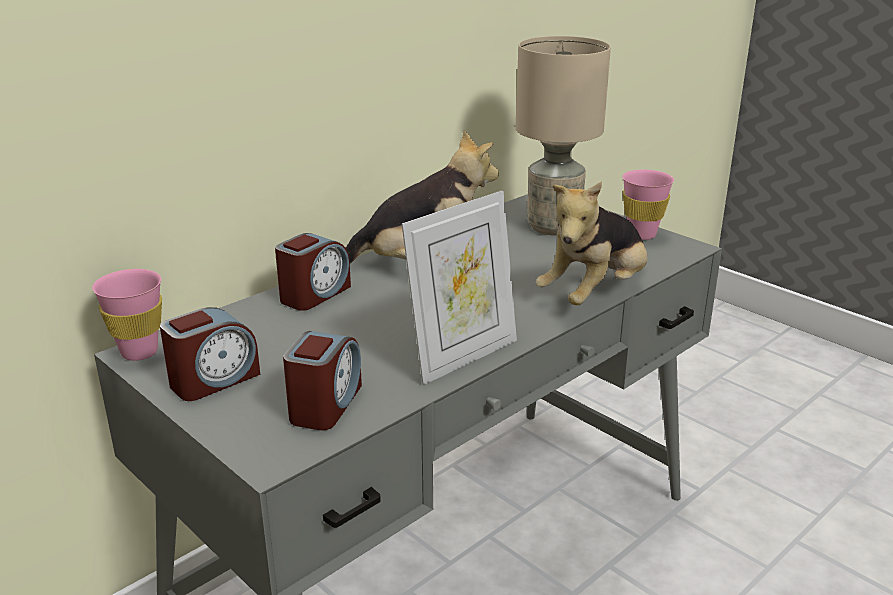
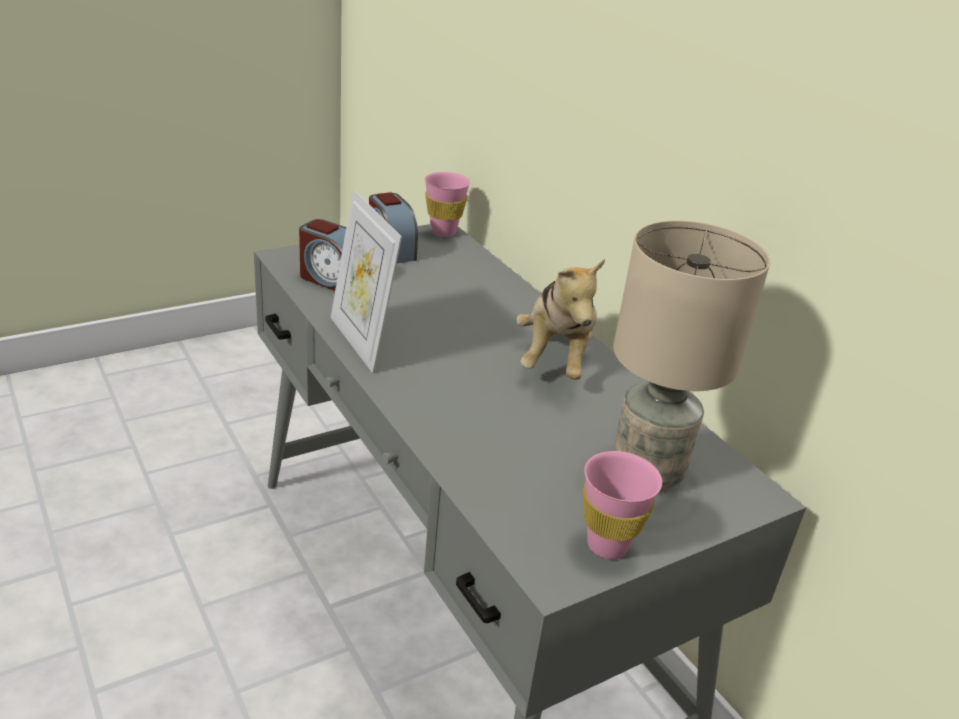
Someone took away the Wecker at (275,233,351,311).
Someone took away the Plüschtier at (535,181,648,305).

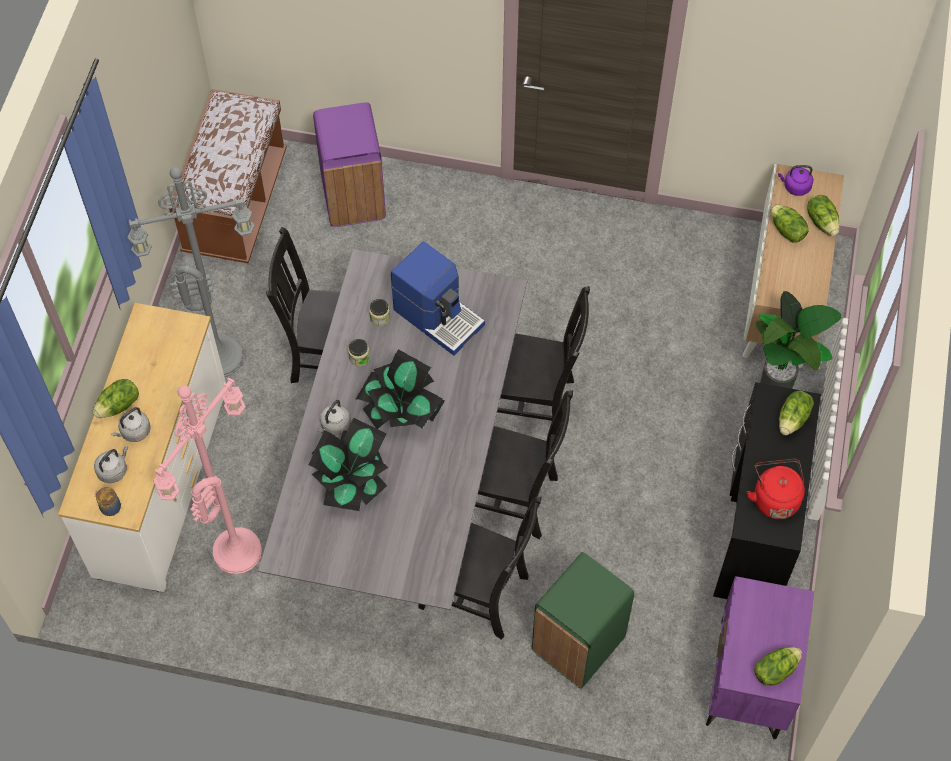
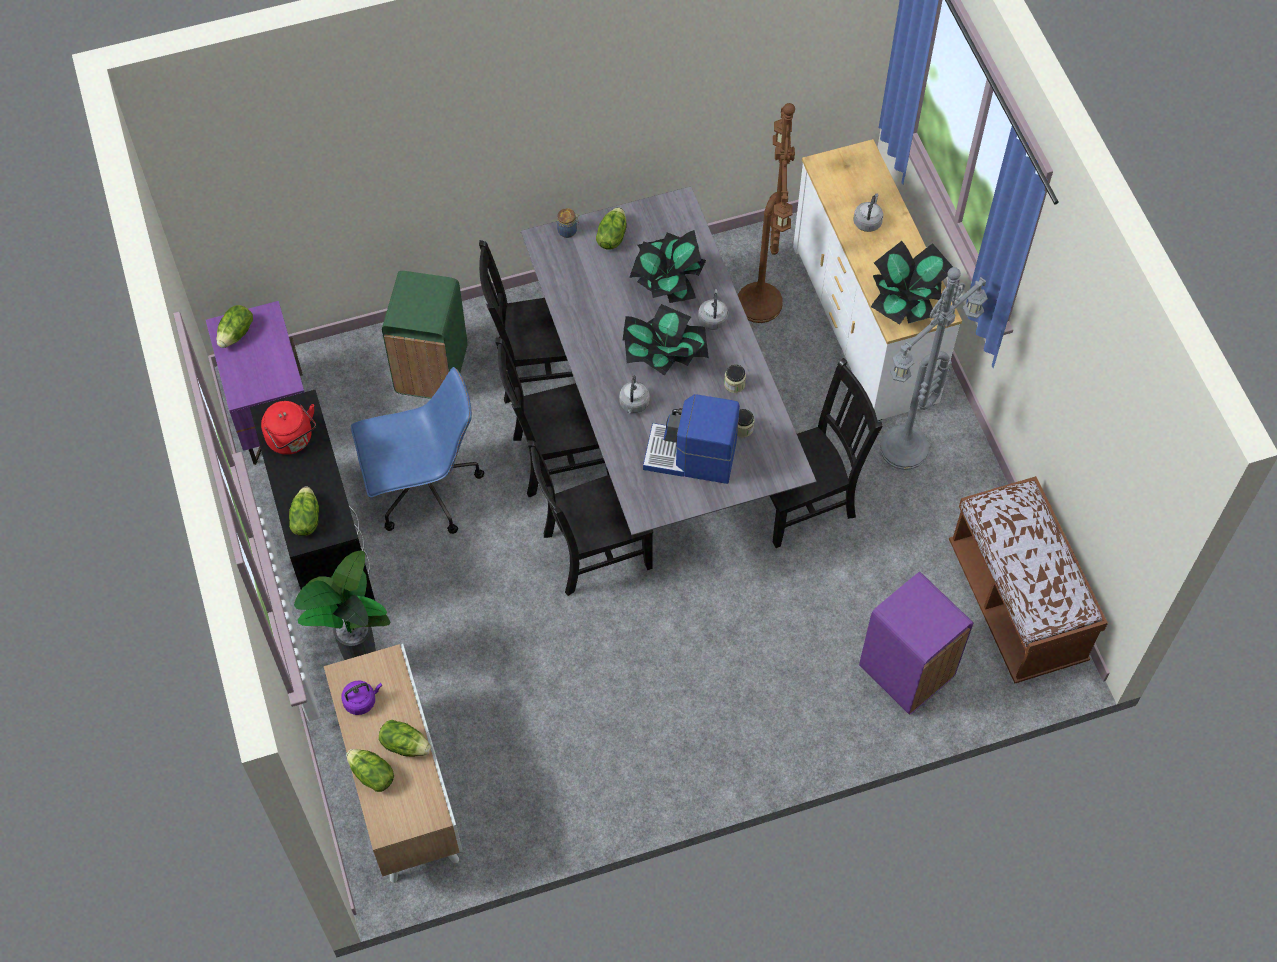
Someone carried the Wasserkessel (lila) from (778,165,813,196) to (341,681,382,715).
Someone put down the Bürostuhl (blau) at (351,367,484,534).
Someone carried the Vorratsglas from (95,487,121,516) to (557,208,579,238).
Someone carried the Salatkopf from (93,379,139,418) to (596,207,627,250).
Someone carried the Wasserkessel (grau) from (94,446,128,483) to (619,376,650,414).
Someone repainted the Stehlampe (rosa) at (153,378,262,574), which became the Stehlampe (braun) at (738,103,795,323).
Someone put down the Topfpflanze at (871,241,953,325).

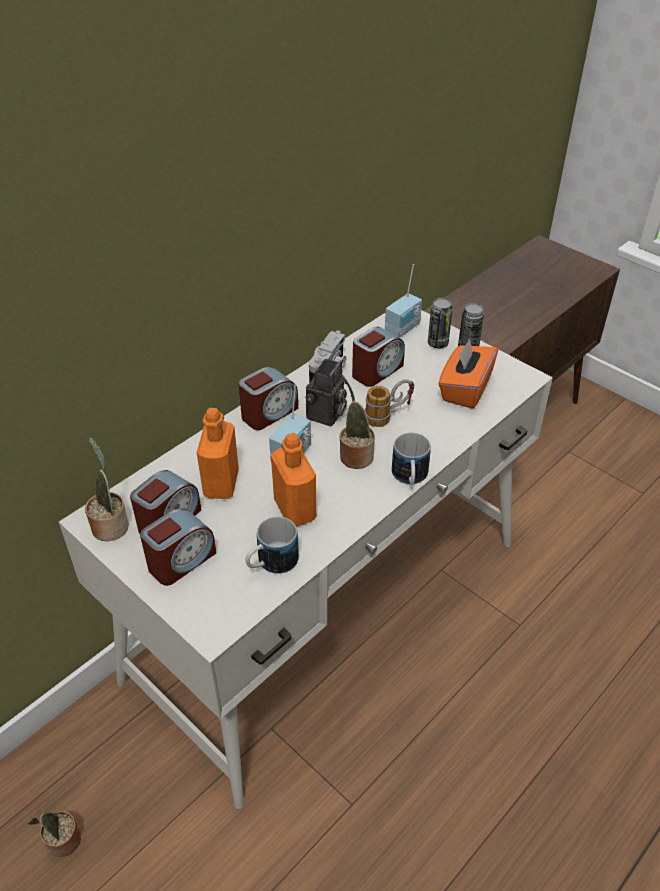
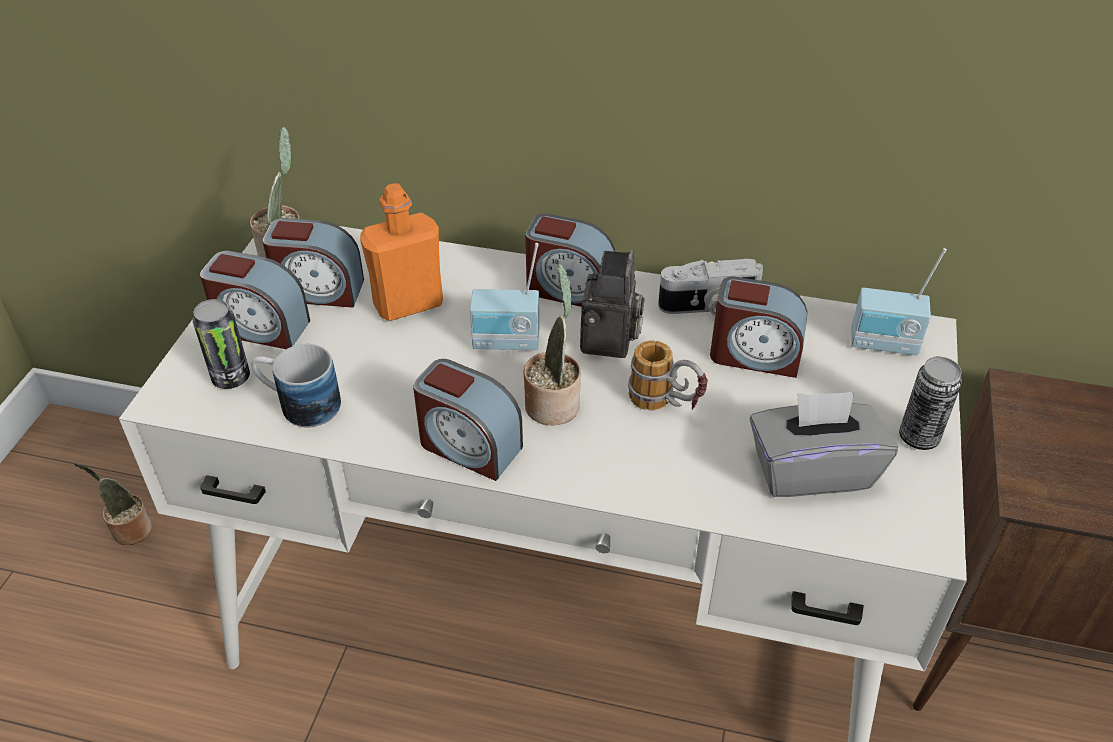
Someone carried the Dose from (428,298,453,348) to (193,299,250,389).
Someone put down the Wecker at (413,359,523,481).
Someone rotated the Kamera at (306,359,347,426) by 75 degrees counterclockwise.
Someone repainted the Taschentuchbox (orange) at (438,339,498,409), which became the Taschentuchbox (grau) at (750,392,898,497).
Someone took away the Flasche (orange) at (271,433,316,526).
Someone took away the Henkelbecher at (392,433,431,485).

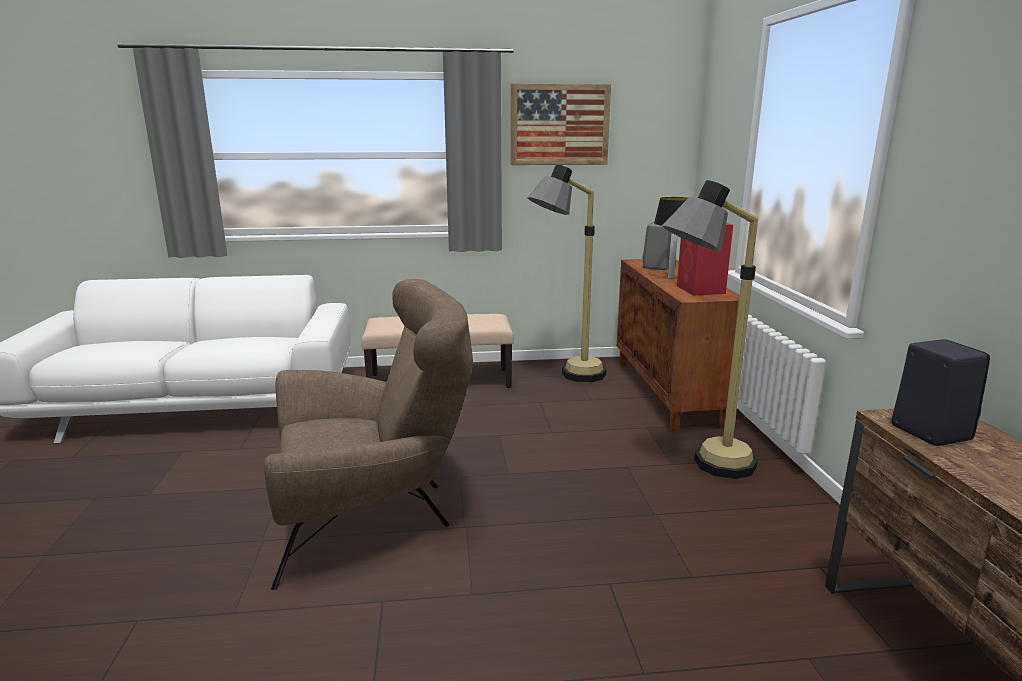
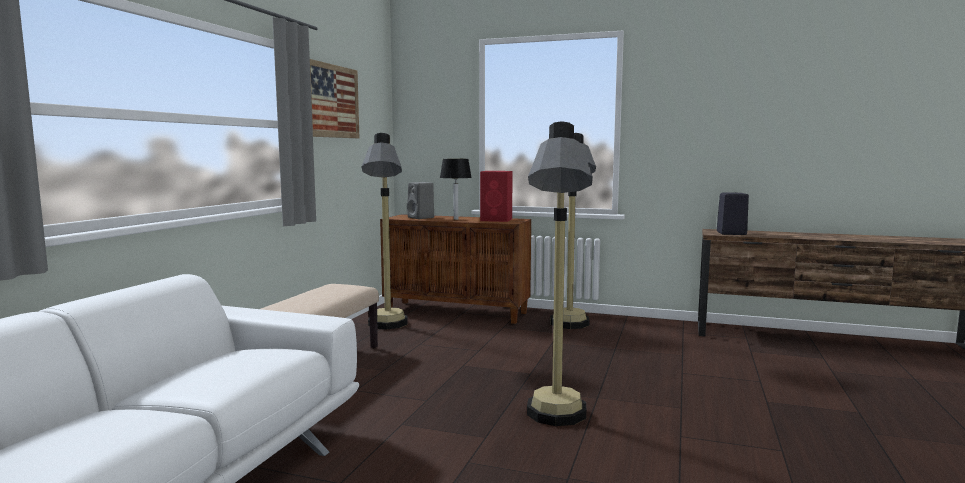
Someone swapped the Sessel (braun) at (264,279,473,590) for the Stehlampe at (527,121,593,426).

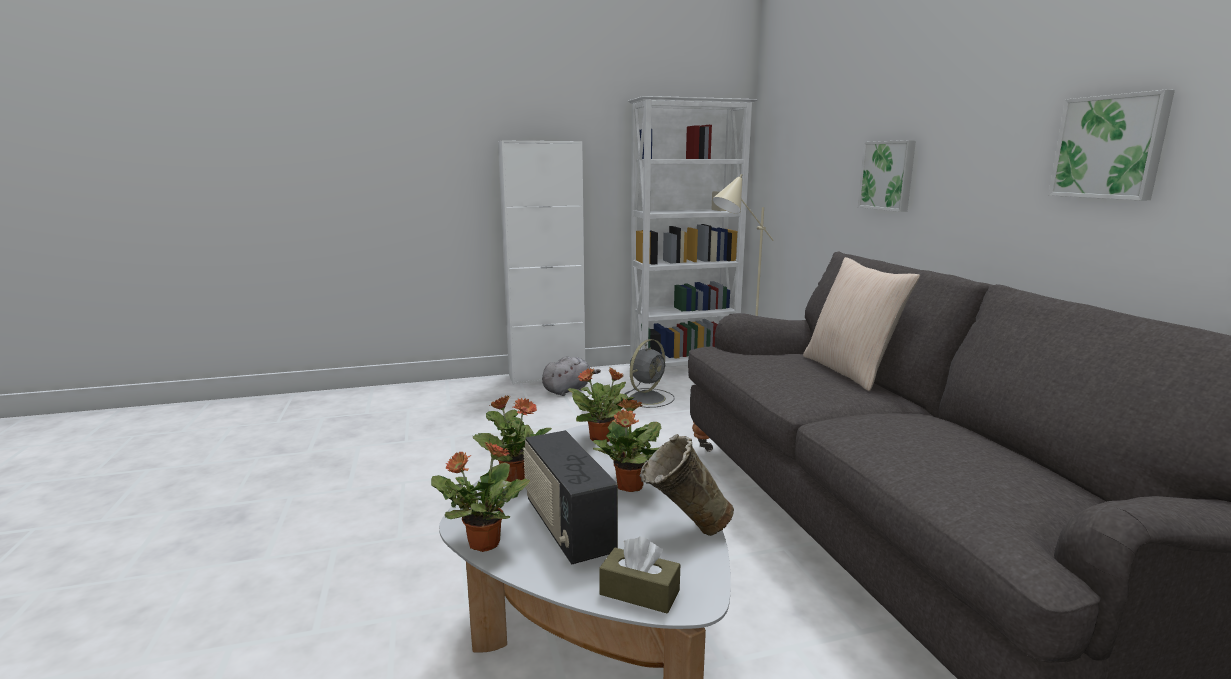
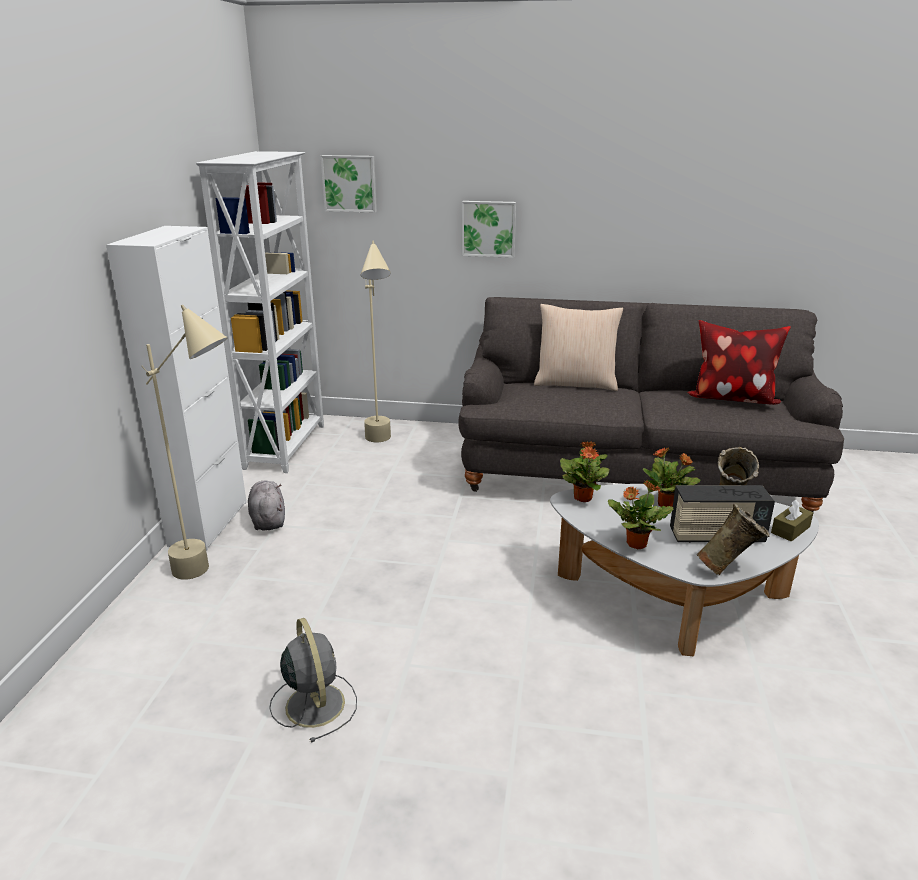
Someone put down the Stehlampe (beige) at (142,305,227,580).
Someone carried the Ventilator (grau) from (624,339,675,408) to (269,618,357,742).
Someone carried the Bild from (1048,90,1175,201) to (321,155,377,212).
Someone put down the Kissen at (687,320,791,405).
Someone swapped the Topfpflanze at (431,442,530,552) for the Vase (beige) at (697,504,770,575).

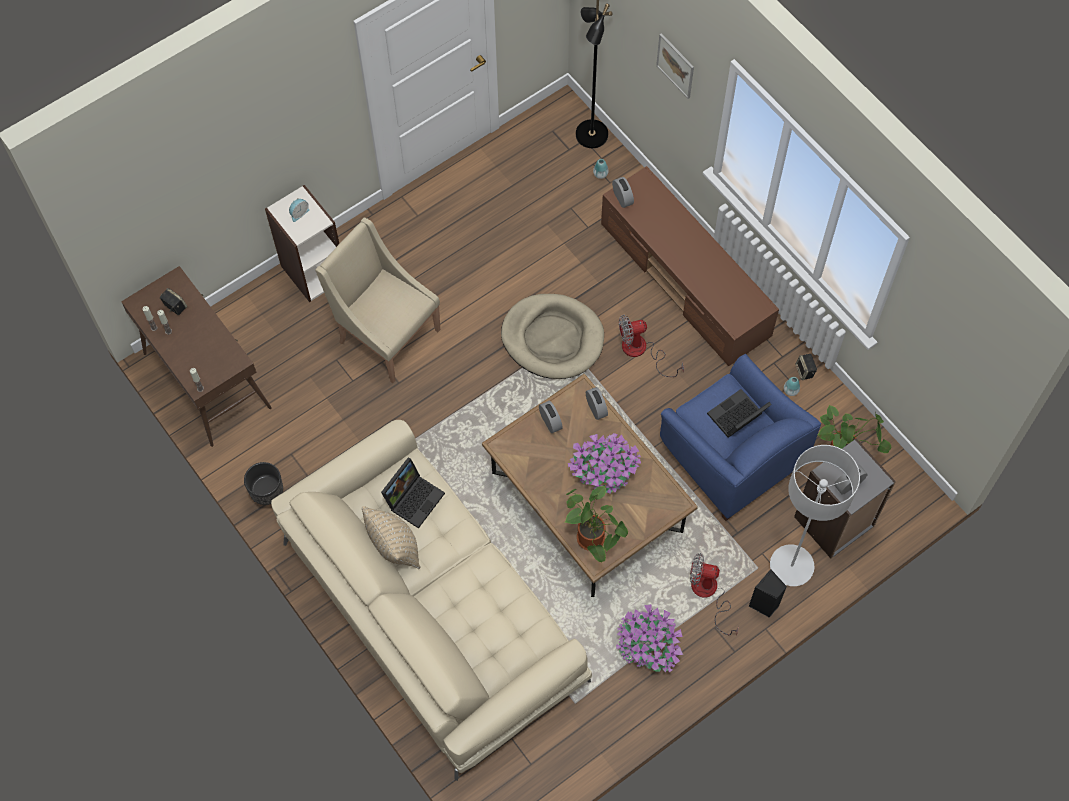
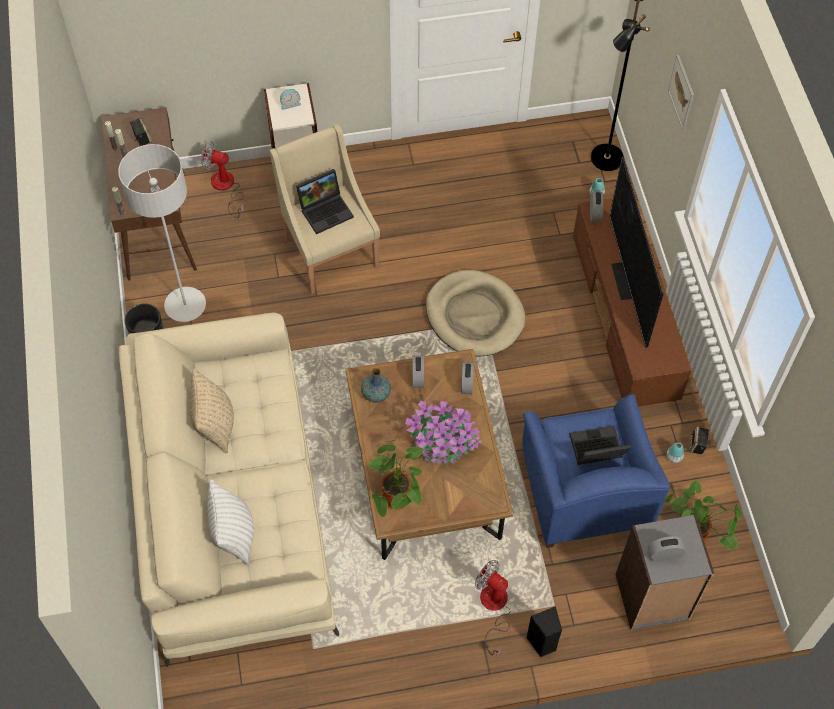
Someone carried the Stehlampe (grau) from (770,445,860,586) to (118,144,206,322).
Someone carried the Ventilator from (619,315,684,377) to (201,142,244,218).
Someone put down the Kissen (weiß) at (207,479,254,565).
Someone carried the Laptop from (381,458,445,528) to (296,169,354,234).
Someone put down the Vase at (361,368,391,403).
Someone put down the Fernseher at (609,156,664,348).
Someone took away the Topfpflanze at (616,604,683,673).

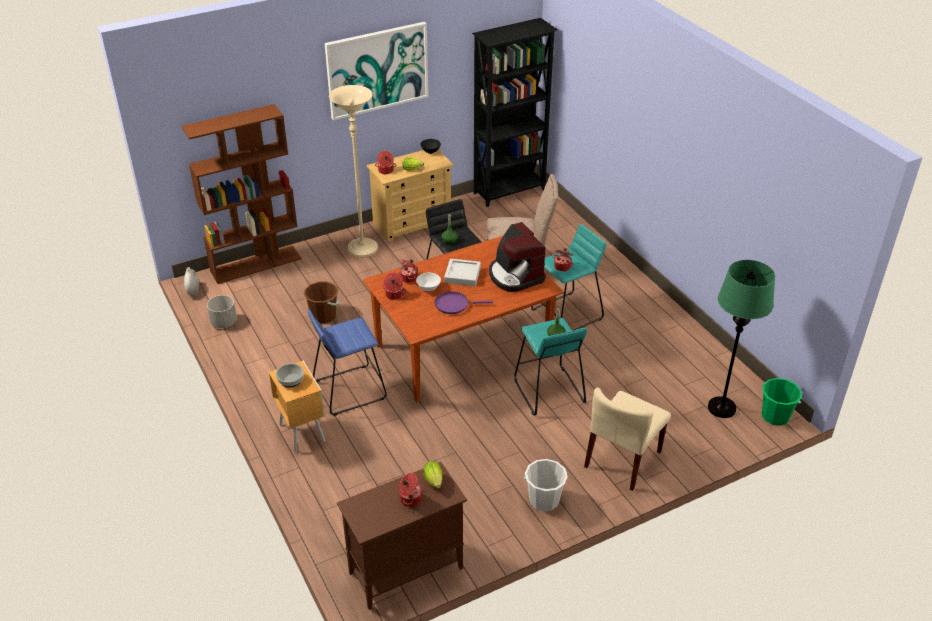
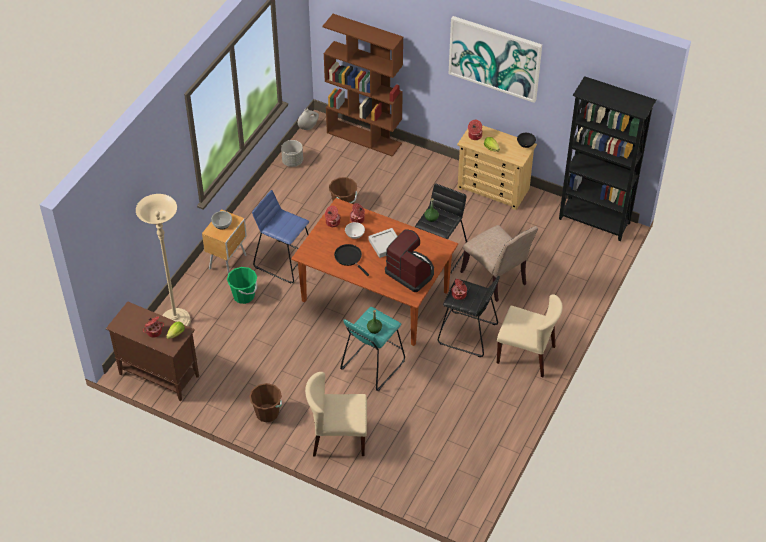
Someone carried the Stehlampe (beige) from (329,85,378,258) to (136,194,191,326).
Someone carried the Eimer (grün) from (762,378,802,426) to (227,267,257,304).
Someone repainted the Eimer (weiß) at (524,459,568,511), which became the Eimer (braun) at (249,383,282,423).
Someone repainted the Pfanne (lila) at (435,291,493,314), which became the Pfanne (schwarz) at (334,244,369,276).
Someone rotated the Kaffeemaschine at (489,222,546,292) by 105 degrees clockwise.
Someone repainted the Hocker (türkis) at (531,224,606,331), which became the Hocker (schwarz) at (438,276,500,357).
Someone put down the Stuhl (beige) at (497,294,563,377).
Someone took away the Stehlampe (grün) at (708,260,775,418).

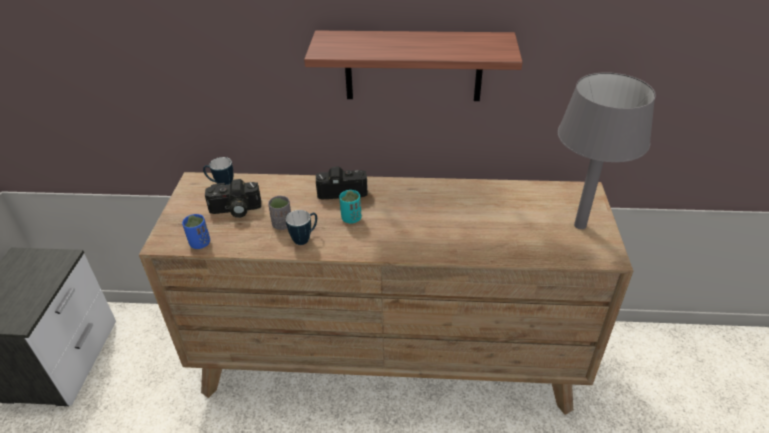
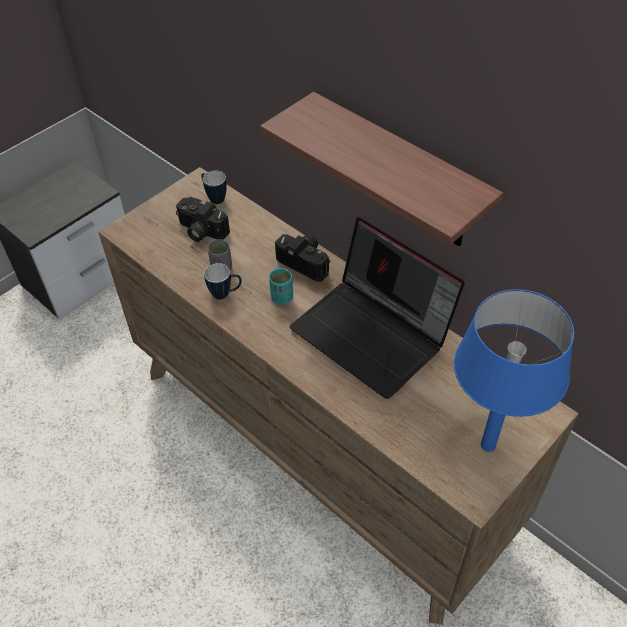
Someone put down the Laptop at (289,217,465,399).
Someone repainted the Tischlampe (grau) at (558,72,656,229), which became the Tischlampe (blau) at (454,289,574,452).
Someone took away the Tasse (blau) at (182,214,210,249).

